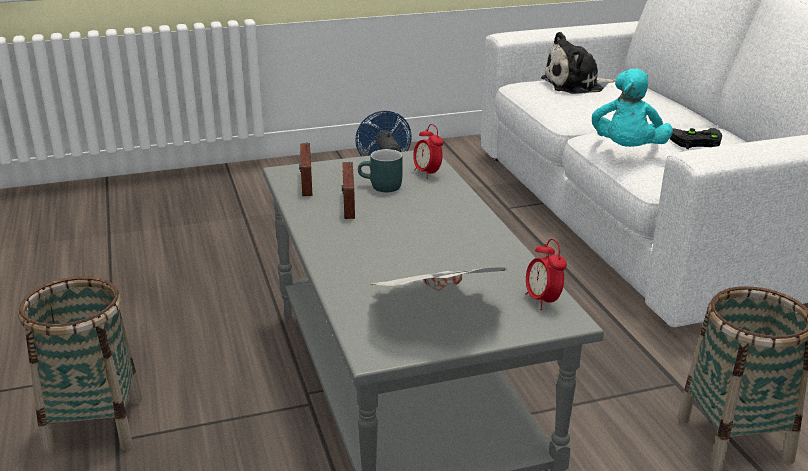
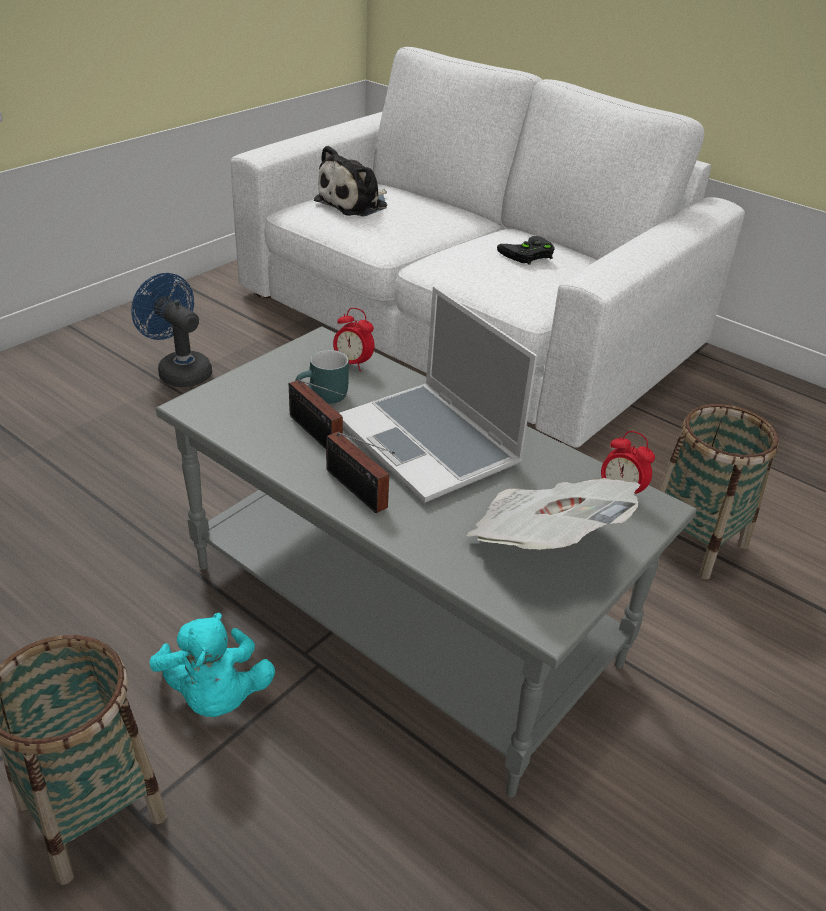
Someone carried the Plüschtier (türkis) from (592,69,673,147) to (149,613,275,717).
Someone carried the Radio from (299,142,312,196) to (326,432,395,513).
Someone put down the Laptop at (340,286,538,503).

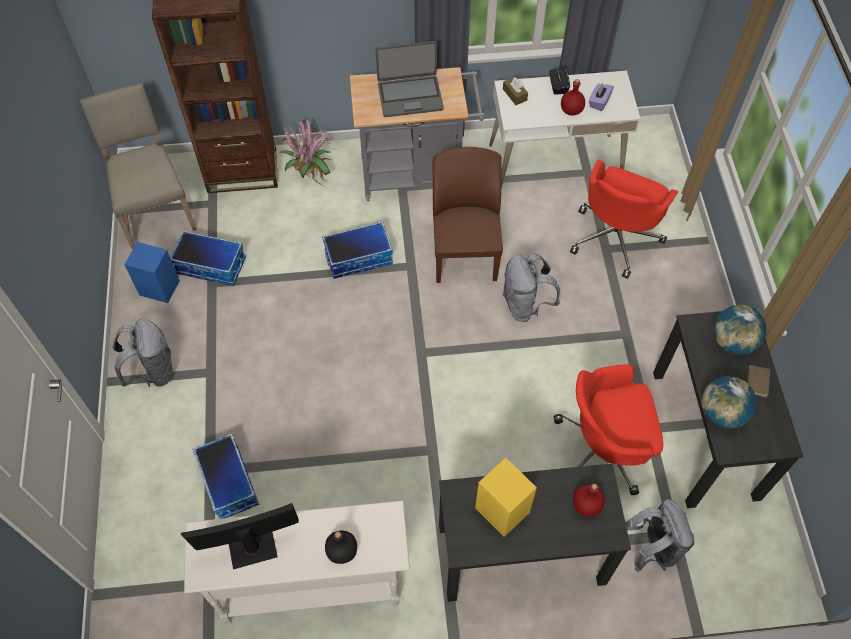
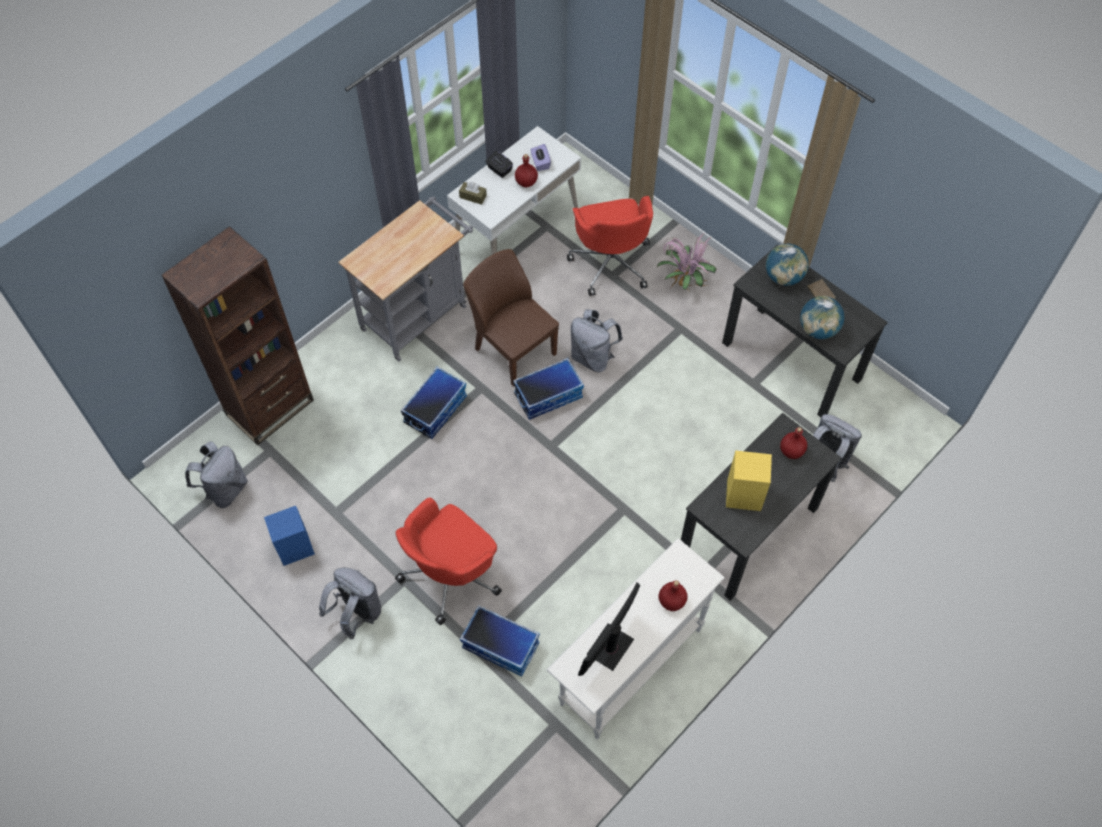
Someone swapped the Stuhl (beige) at (80,83,197,249) for the Rucksack (grau) at (185,442,248,508).
Someone carried the Bürostuhl (rot) from (553,364,663,495) to (395,497,502,625).
Someone carried the Aufbewahrungsbox from (170,230,246,286) to (513,358,584,420).
Someone carried the Topfpflanze from (281,119,333,186) to (657,233,717,291).
Someone repainted the Flasche (schwarz) at (325,531,357,564), which became the Flasche (rot) at (659,580,688,611).
Someone took away the Laptop at (376,41,444,117).

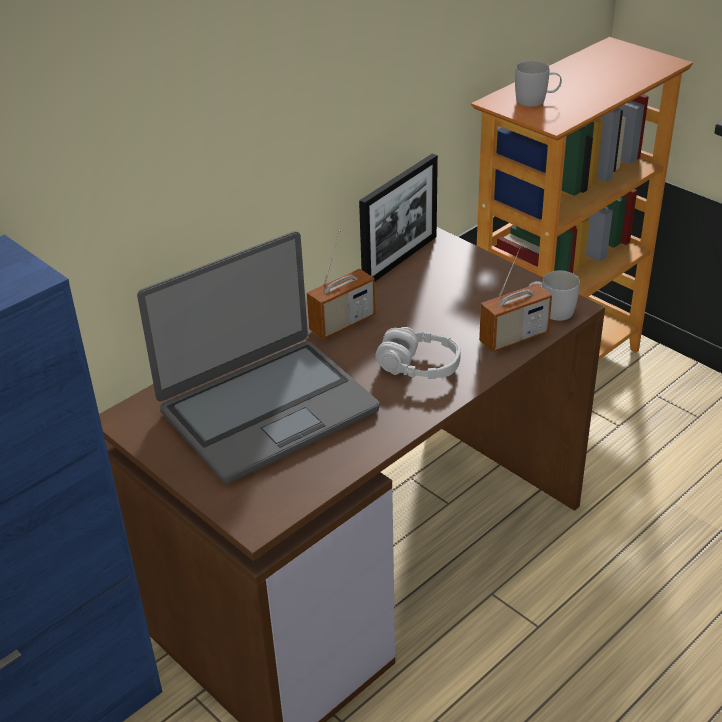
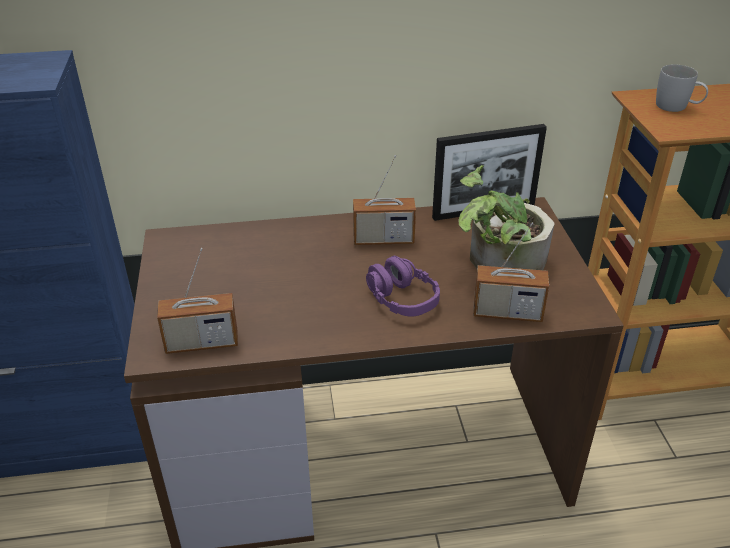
Someone put down the Radio at (157,248,238,354).
Someone repainted the Kopfhörer (grau) at (375,327,461,379), which became the Kopfhörer (lila) at (366,256,440,317).
Someone put down the Topfpflanze at (458,165,555,270).
Someone took away the Laptop at (137,231,379,483).
Someone took away the Henkelbecher (weiß) at (528,270,580,321).

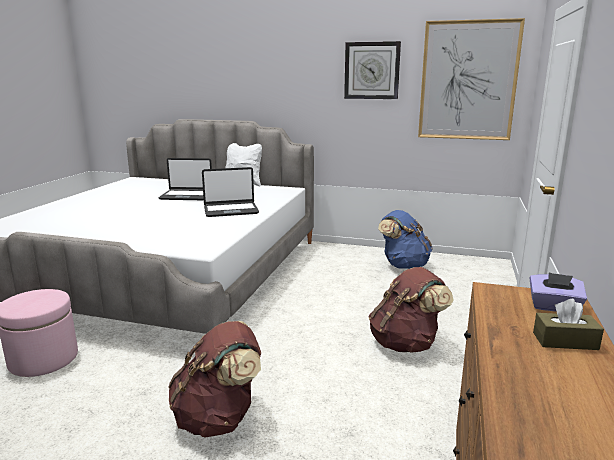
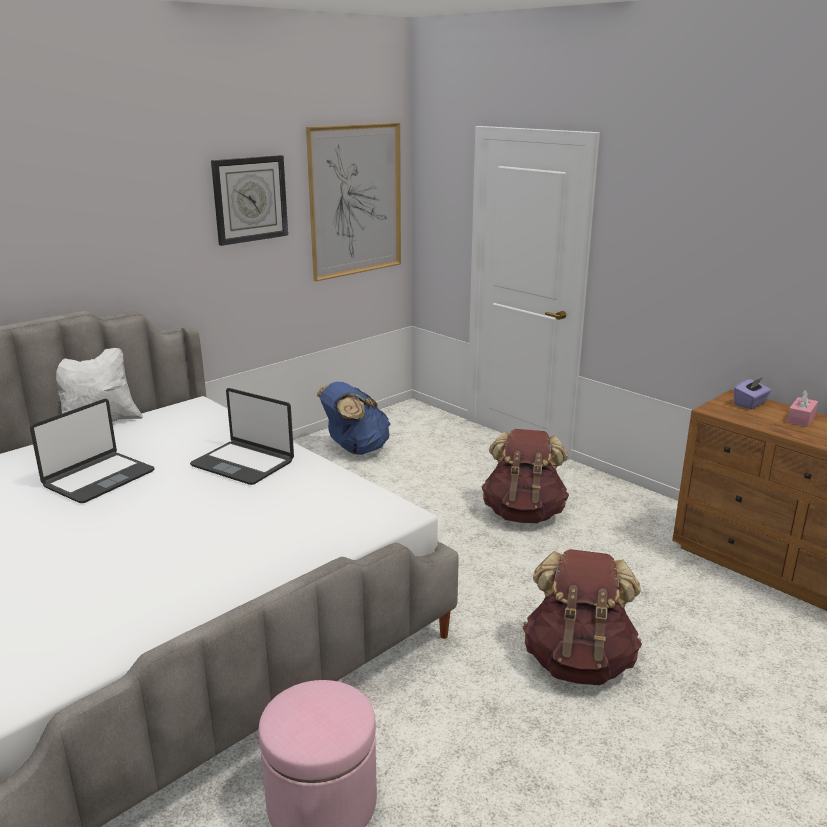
Someone rotated the Laptop at (202,167,259,217) by 105 degrees clockwise.
Someone repainted the Taschentuchbox (braun) at (533,299,604,350), which became the Taschentuchbox (rosa) at (787,390,818,427).

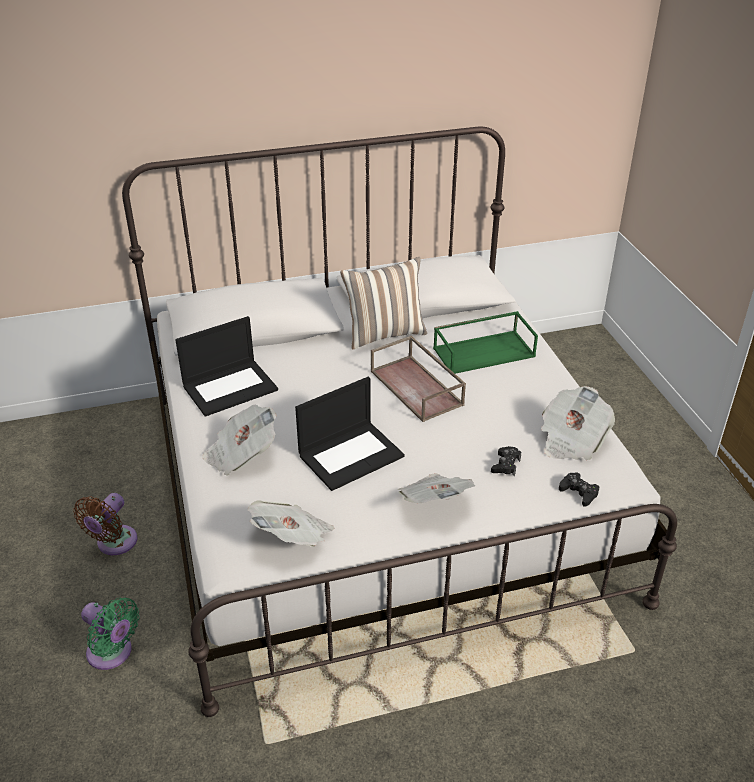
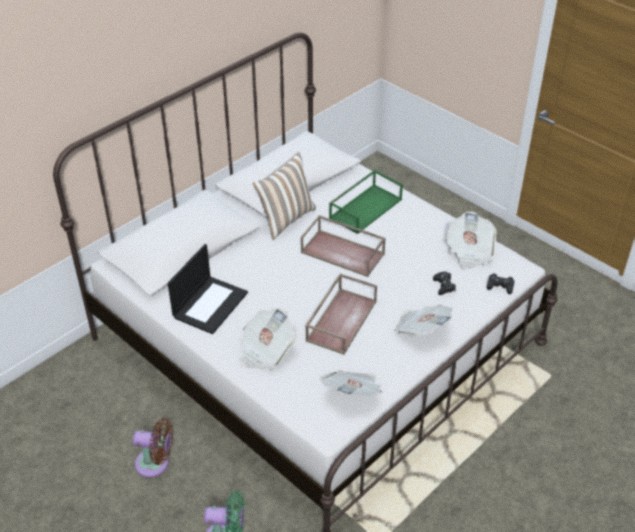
Someone rotated the Ventilator (braun) at (73,493,137,555) by 75 degrees counterclockwise.
Someone swapped the Laptop at (295,377,405,491) for the Tablett (braun) at (305,273,377,355).

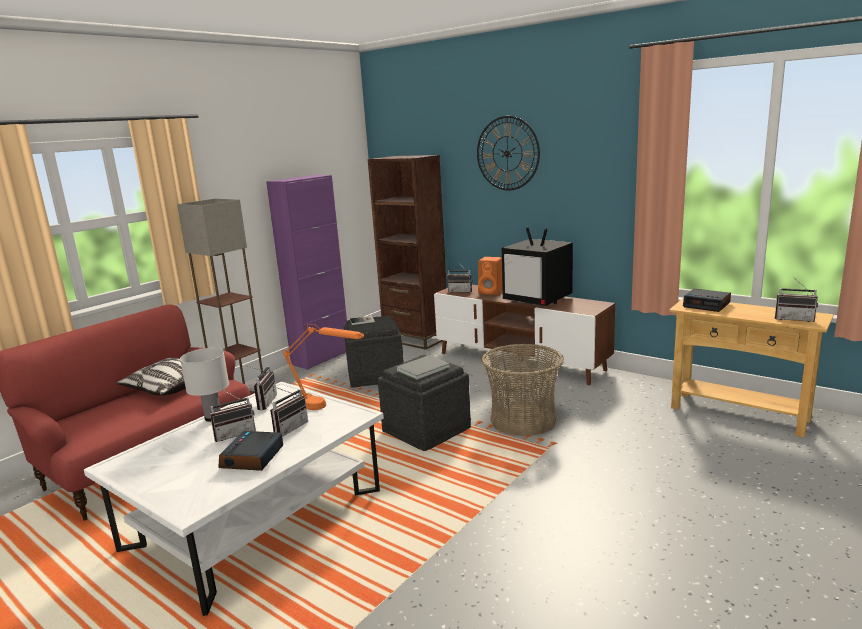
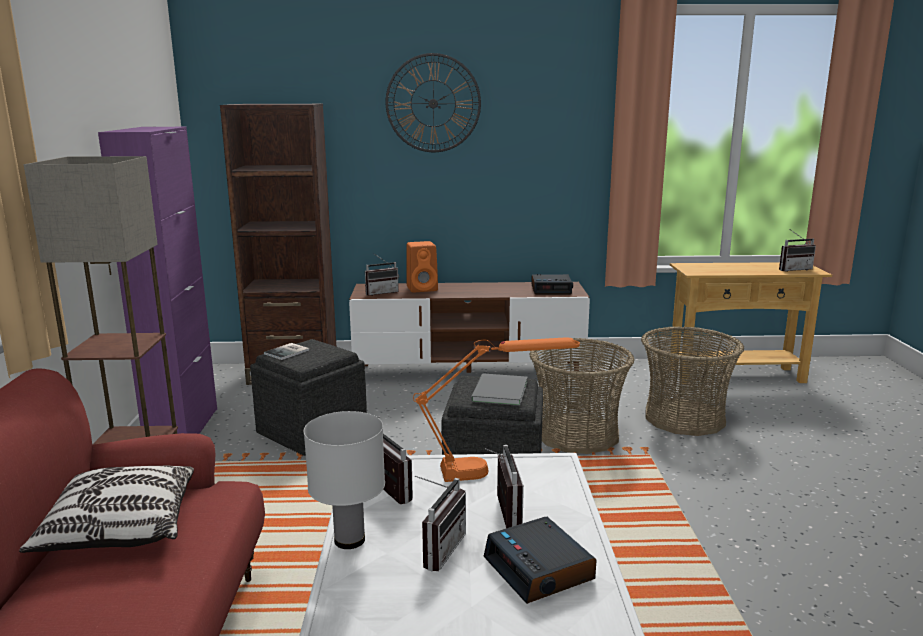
Someone carried the Wecker from (683,289,731,312) to (532,274,573,294).
Someone put down the Korb at (641,326,744,436).
Someone took away the Fernseher at (502,227,573,306).

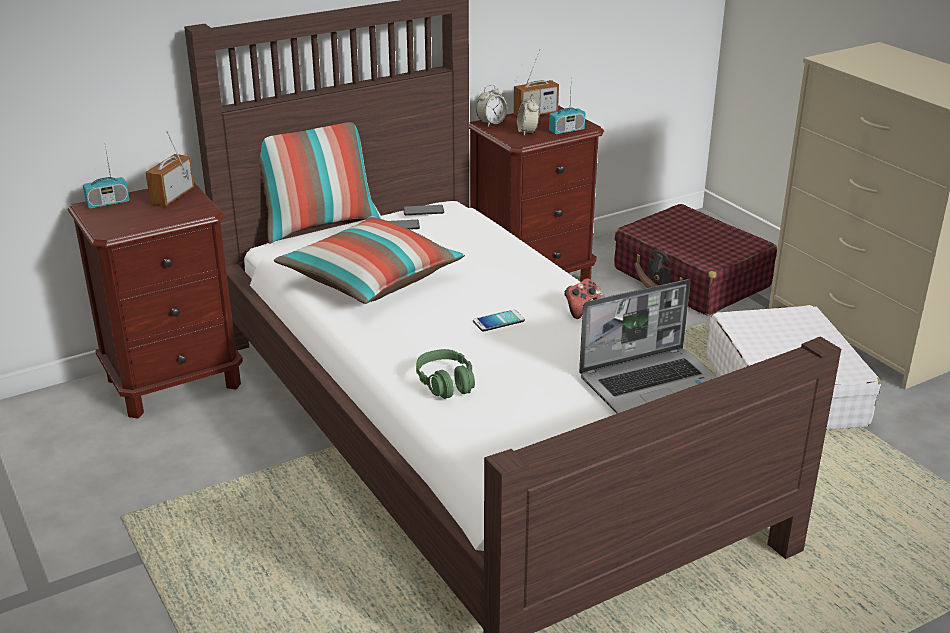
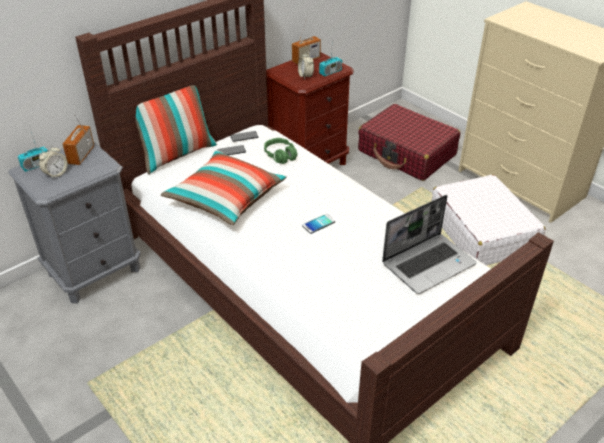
Someone repainted the Nachttisch (braun) at (68,183,243,419), which became the Nachttisch (grau) at (8,141,141,303).
Someone carried the Wecker from (476,85,507,126) to (39,145,68,179).
Someone carried the Kopfhörer (grün) from (416,349,475,399) to (264,138,297,164).
Someone took away the Gamepad at (564,278,605,319).

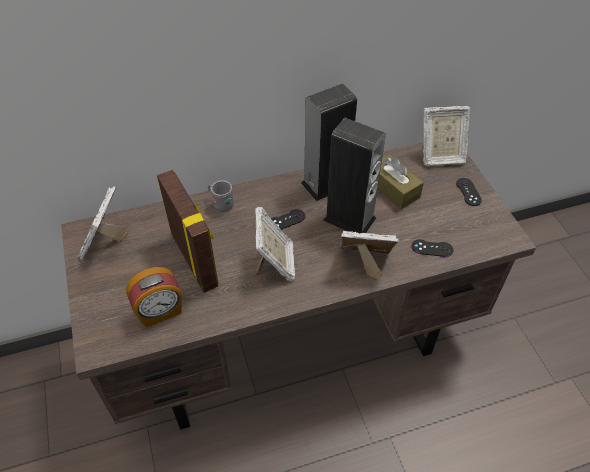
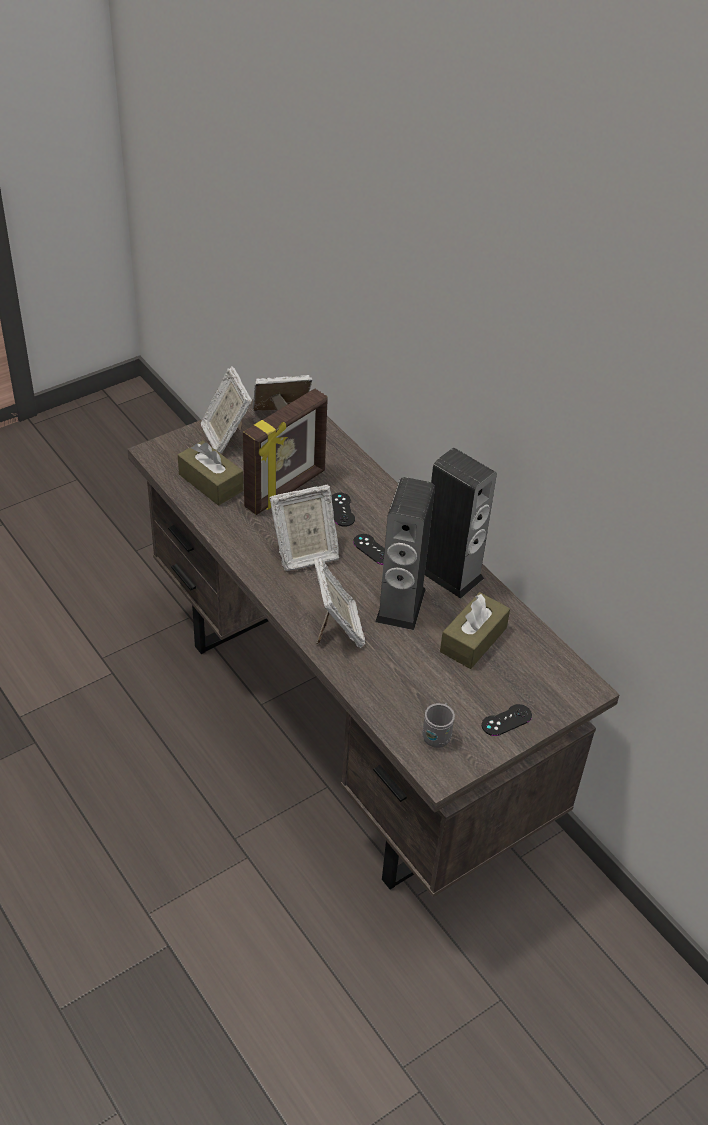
Someone swapped the Wecker at (126,267,182,328) for the Taschentuchbox (braun) at (178,440,243,506).
Someone carried the Bilderrahmen from (423,106,470,166) to (200,366,252,454).
Someone carried the Gamepad (schwarz) from (412,239,453,257) to (332,493,355,527).
Someone carried the Henkelbecher (grau) from (208,180,234,212) to (422,703,455,748).

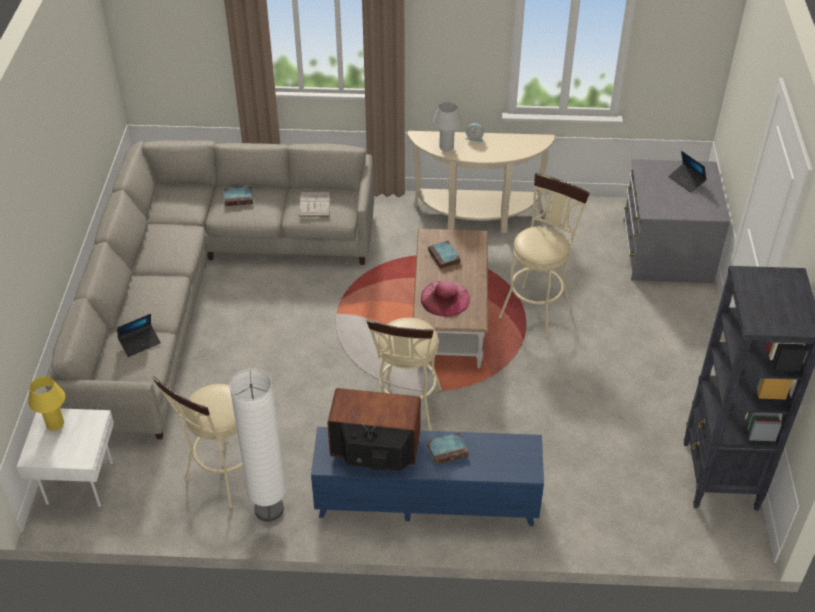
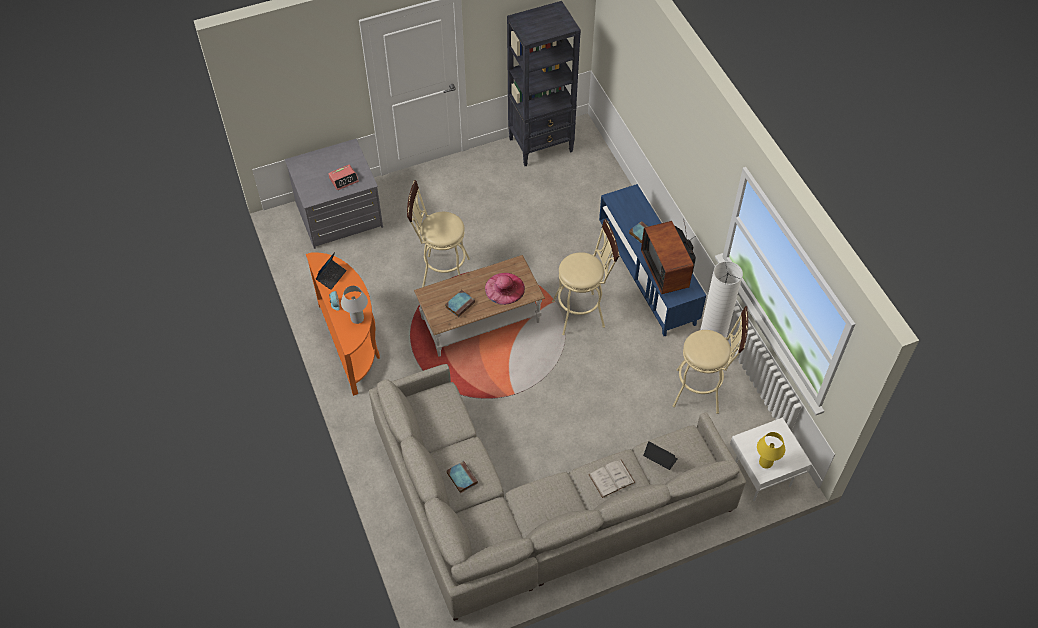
Someone repainted the Konsolentisch (beige) at (408,131,555,234), which became the Konsolentisch (orange) at (306,252,380,396).
Someone carried the Laptop from (668,151,707,193) to (316,252,347,290).
Someone put down the Wecker at (328,164,359,191).
Someone carried the Buch (weiß) from (299,191,331,217) to (588,460,635,498).

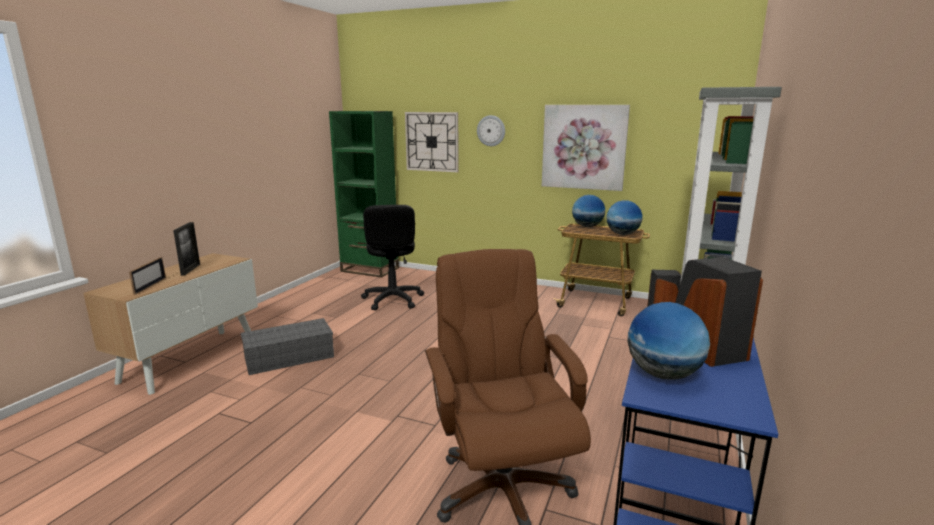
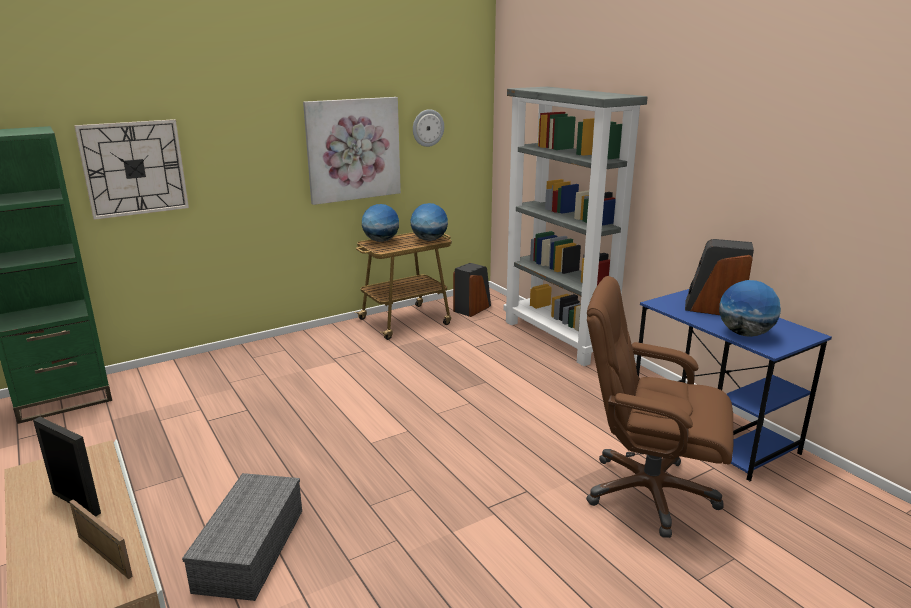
Someone carried the Wanduhr from (477,115,505,146) to (413,109,444,147).
Someone took away the Bürostuhl (schwarz) at (361,205,424,311).

